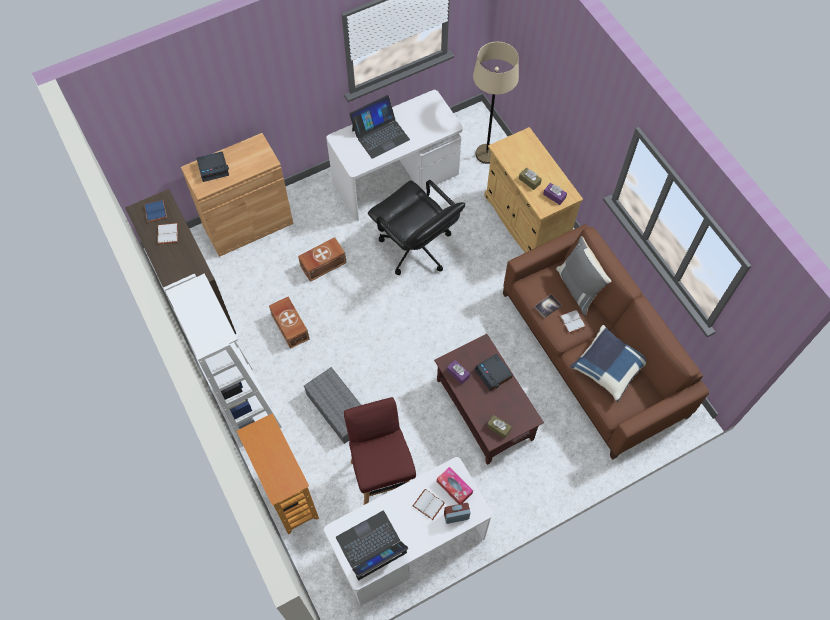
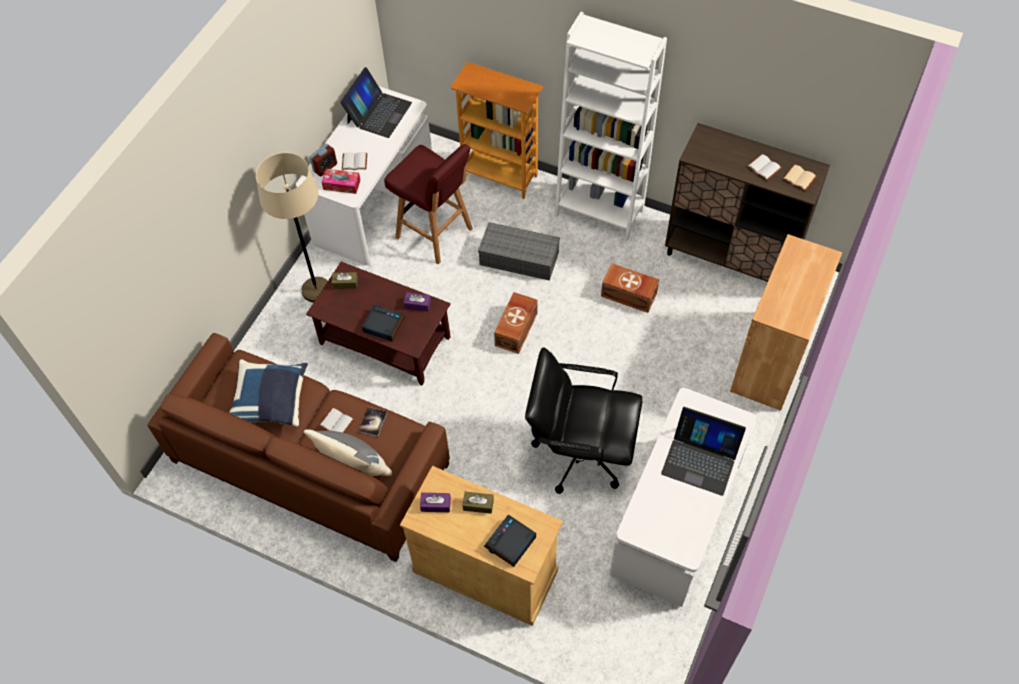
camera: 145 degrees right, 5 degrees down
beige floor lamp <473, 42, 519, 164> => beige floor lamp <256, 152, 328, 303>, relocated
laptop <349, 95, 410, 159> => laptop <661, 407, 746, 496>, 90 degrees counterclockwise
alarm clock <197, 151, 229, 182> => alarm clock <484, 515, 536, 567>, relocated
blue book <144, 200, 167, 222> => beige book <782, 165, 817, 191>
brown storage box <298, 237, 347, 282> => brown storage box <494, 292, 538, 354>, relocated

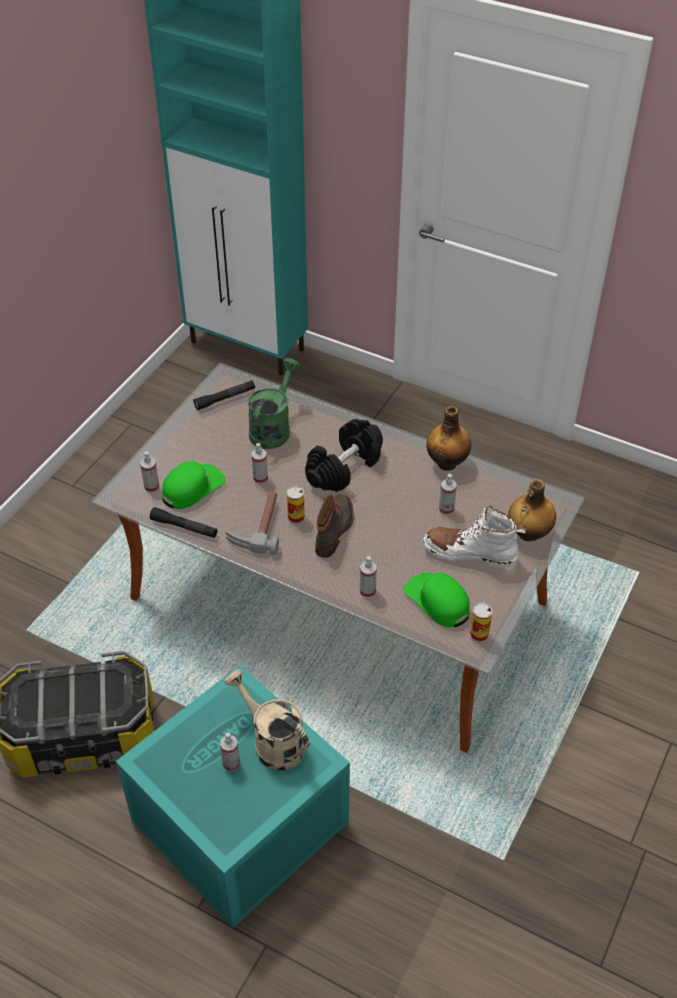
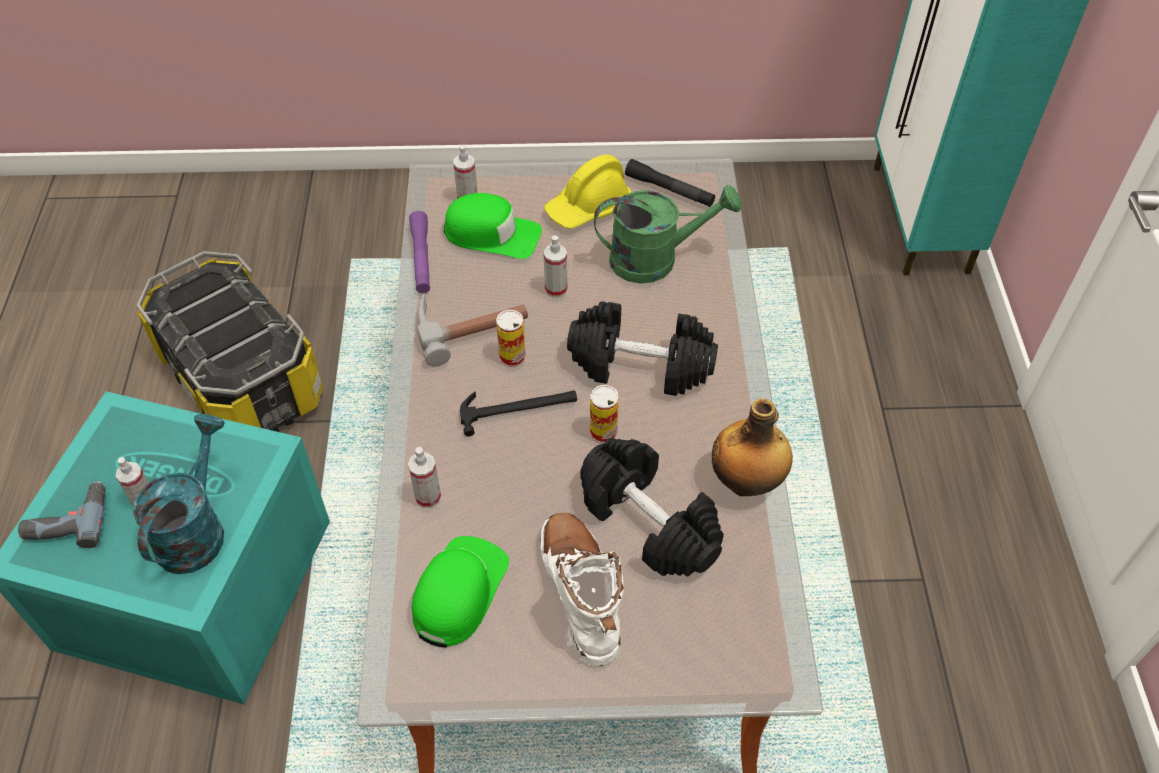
camera: 60 degrees right, 5 degrees up
spray bottle <439, 474, 457, 515> => black dumbbell <580, 438, 724, 577>
bottle <508, 479, 556, 541> => nothing
boot <315, 494, 354, 558> => hammer <460, 391, 577, 436>
black flashlight <150, 507, 217, 538> => purple flashlight <409, 211, 430, 293>
can <470, 603, 492, 642> => can <590, 385, 619, 443>, relocated
beige watering can <224, 669, 310, 770> => turquoise watering can <133, 414, 225, 574>
nothing => yellow hard hat <544, 154, 631, 229>
nothing => power drill <18, 481, 106, 548>

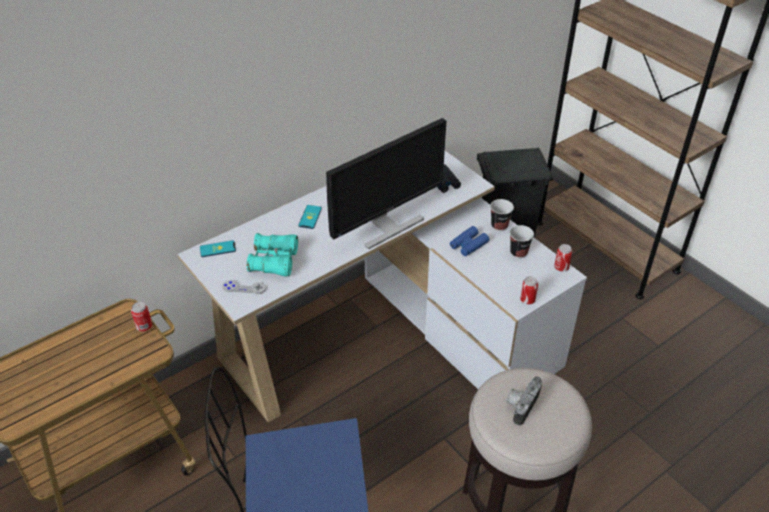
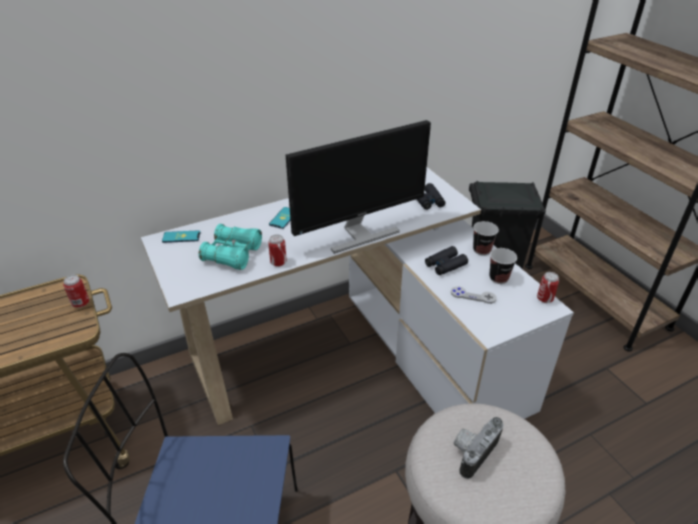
camera: 10 degrees right, 5 degrees down
blue binoculars <450, 226, 489, 256> => black binoculars <425, 246, 468, 275>
can <520, 276, 538, 304> => can <268, 234, 287, 267>, relocated
grey game controller <222, 280, 266, 294> => grey game controller <451, 286, 497, 304>, relocated

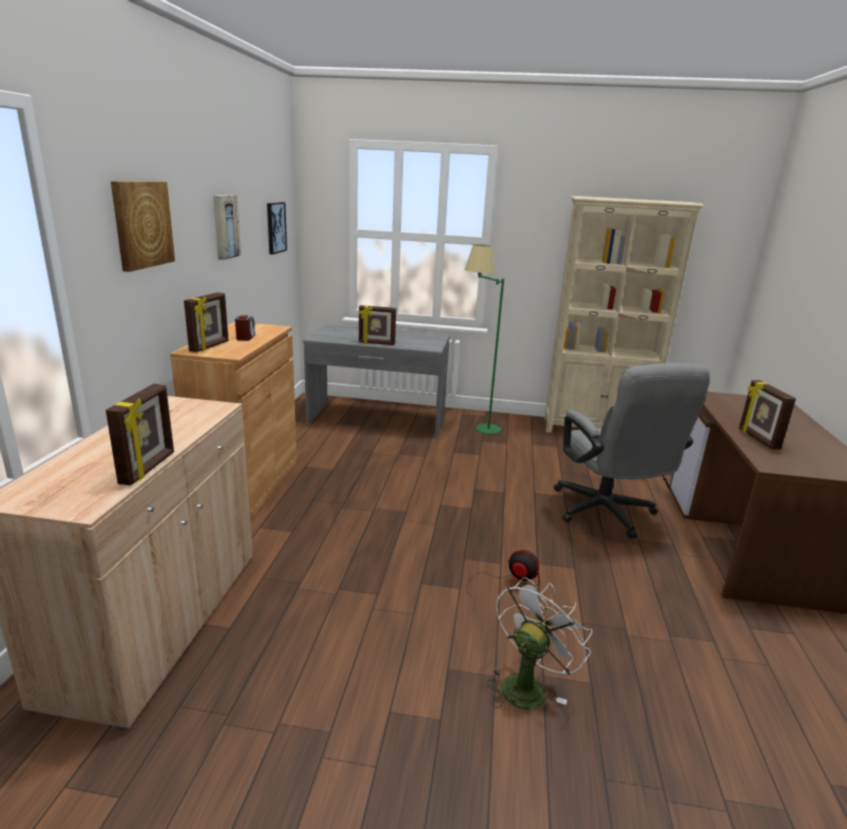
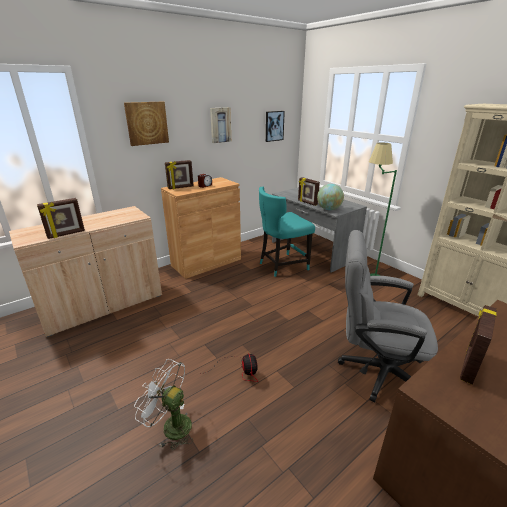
camera: 45 degrees right, 5 degrees up
grey office chair <554, 363, 710, 539> => grey office chair <338, 230, 438, 402>, 75 degrees clockwise
white fan <486, 577, 592, 710> => white fan <134, 359, 193, 450>, 150 degrees counterclockwise
nothing => globe <317, 184, 344, 210>
nothing => turquoise chair <259, 187, 315, 277>

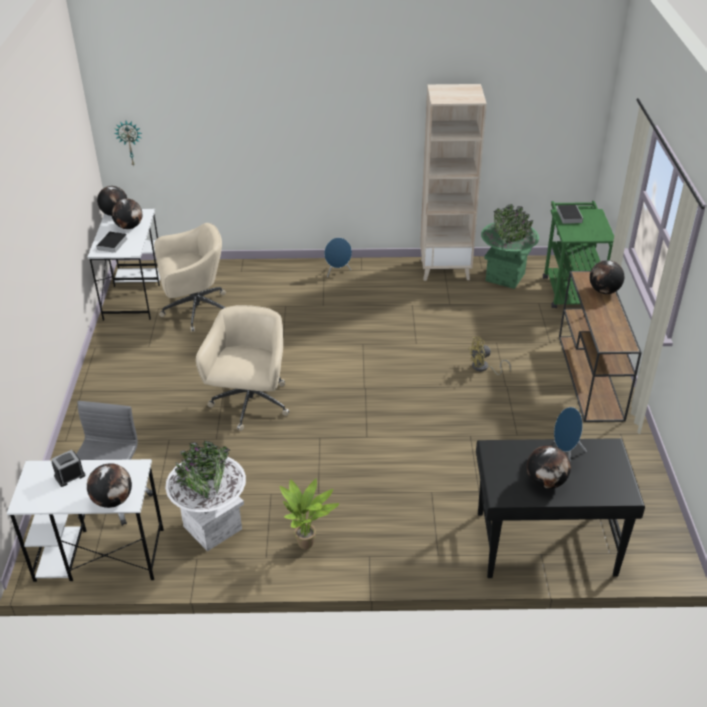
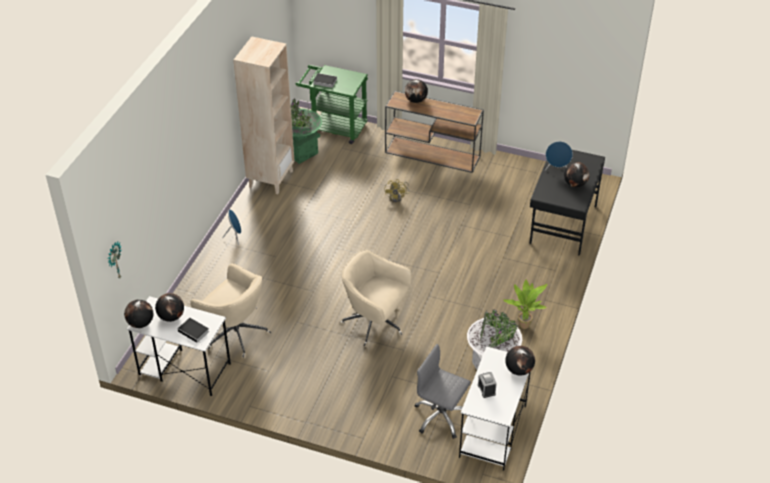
camera: 70 degrees left, 5 degrees up
beige office chair <154, 223, 226, 332> => beige office chair <190, 263, 271, 358>, 120 degrees clockwise

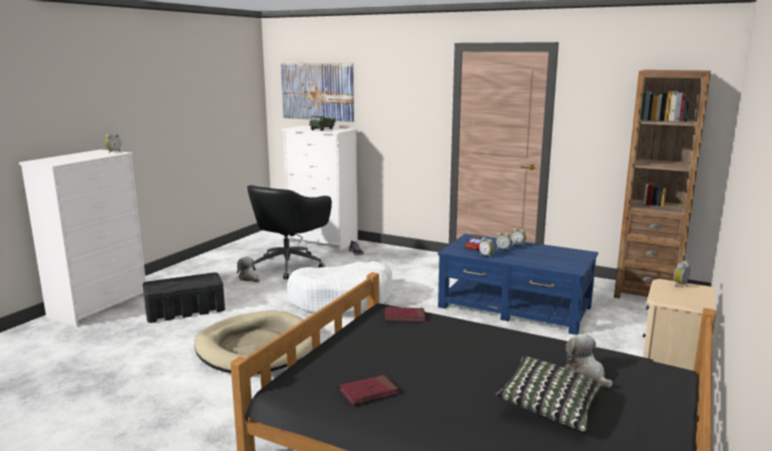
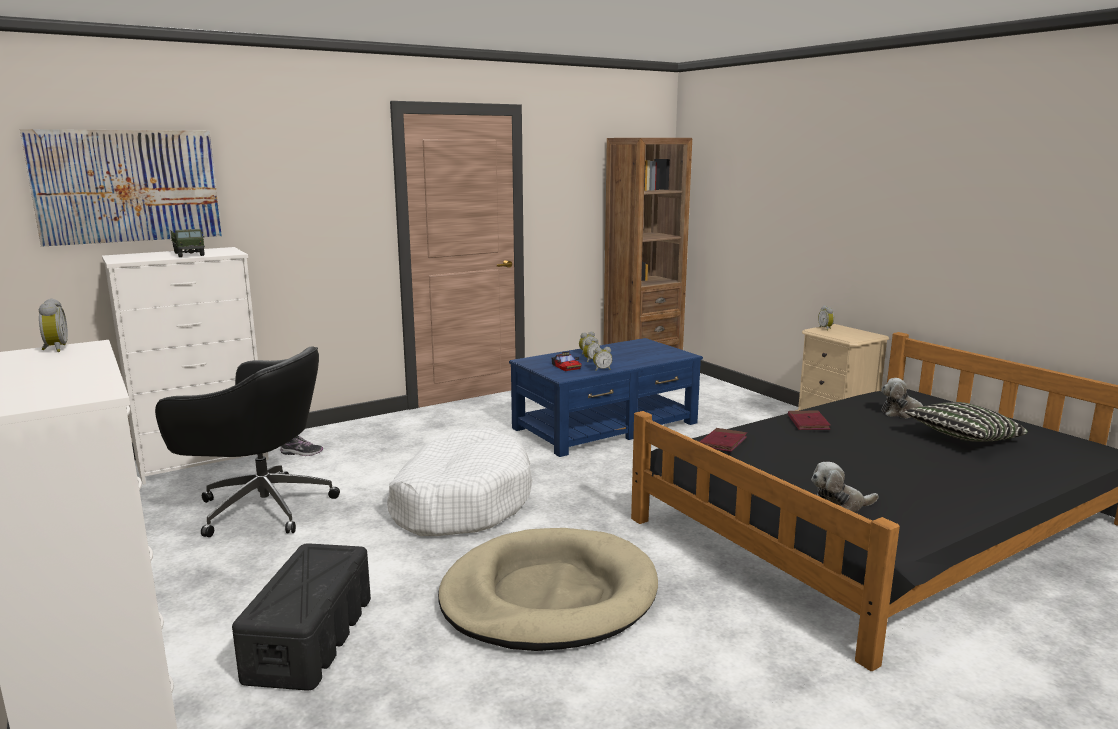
camera: 60 degrees left, 0 degrees up
black office chair <247, 185, 332, 280> => black office chair <155, 346, 340, 537>, 45 degrees counterclockwise
plush toy <237, 257, 260, 283> => plush toy <811, 462, 878, 513>, relocated
red book <339, 375, 399, 405> => red book <788, 411, 831, 430>, relocated

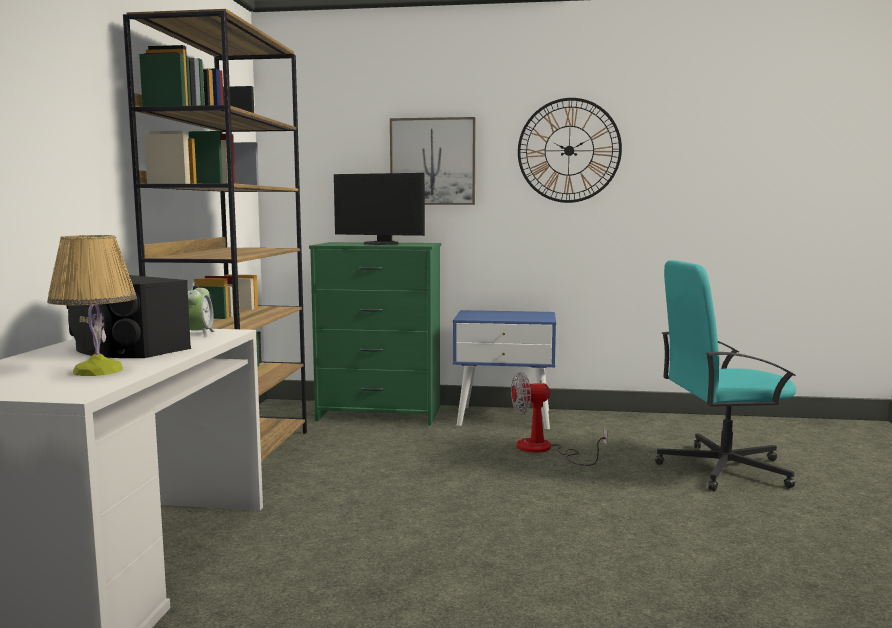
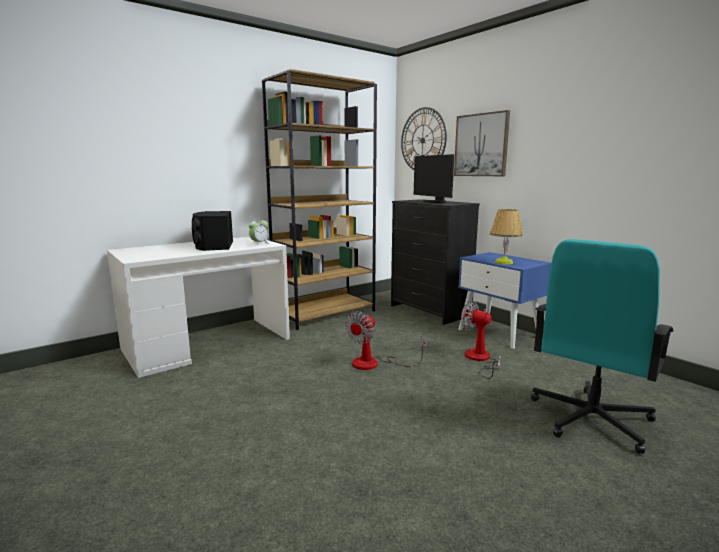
camera: 45 degrees right, 5 degrees up
wall clock <518, 98, 622, 203> => wall clock <401, 107, 447, 170>, relocated
table lamp <47, 235, 137, 376> => table lamp <490, 209, 523, 265>, relocated
green dresser <309, 242, 441, 425> => black dresser <391, 199, 480, 325>
turquoise office chair <655, 260, 796, 491> => turquoise office chair <531, 239, 673, 454>, 90 degrees counterclockwise
nothing => fan <345, 311, 428, 370>

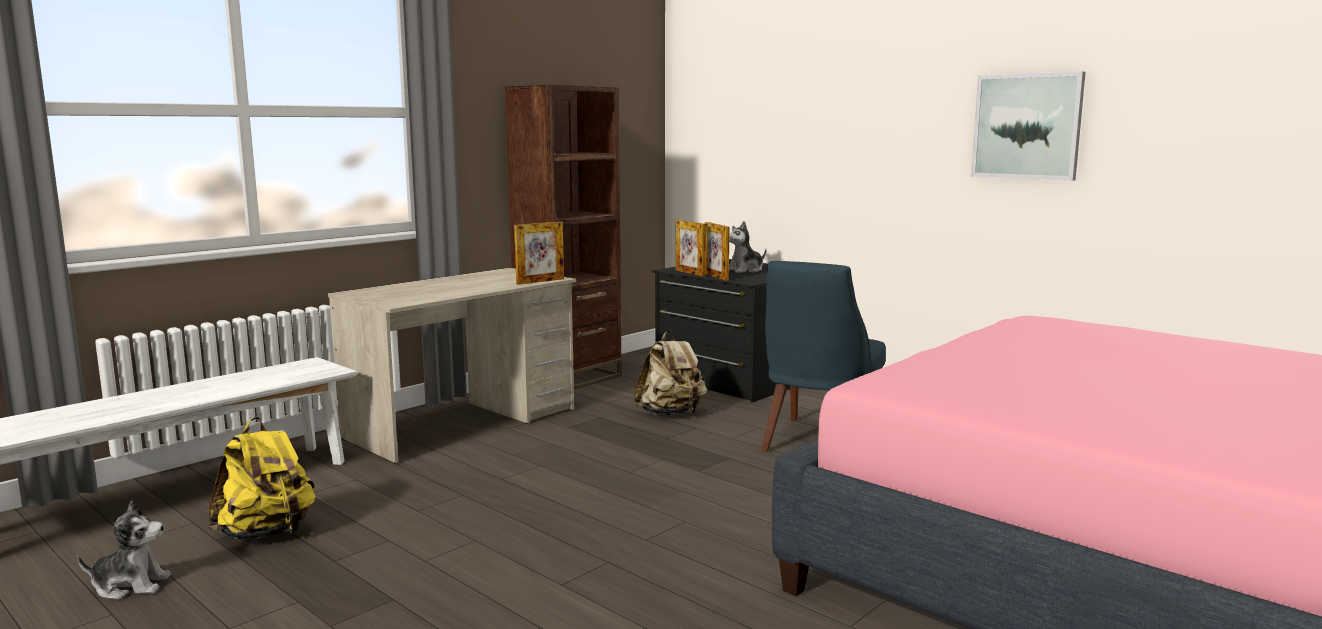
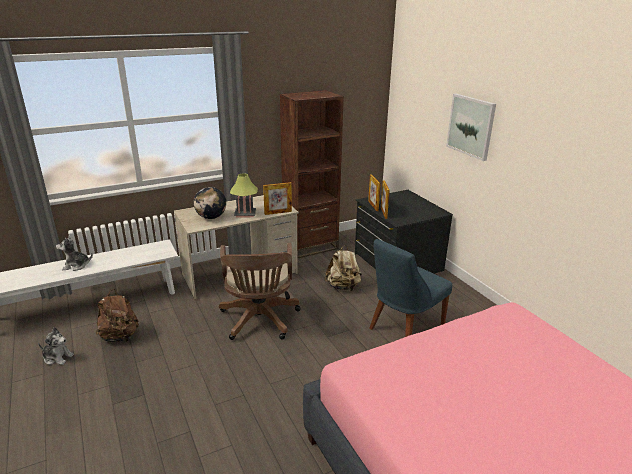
camera: 20 degrees right, 15 degrees up
picture <971, 71, 1086, 181> => picture <446, 94, 496, 161>, relocated
plush toy <729, 221, 766, 273> => plush toy <56, 236, 93, 271>, relocated
yellow backpack <208, 417, 316, 540> => brown backpack <95, 289, 139, 342>
nothing => table lamp <230, 173, 258, 218>
nothing => globe <194, 187, 226, 219>
nothing => brown office chair <219, 243, 301, 340>

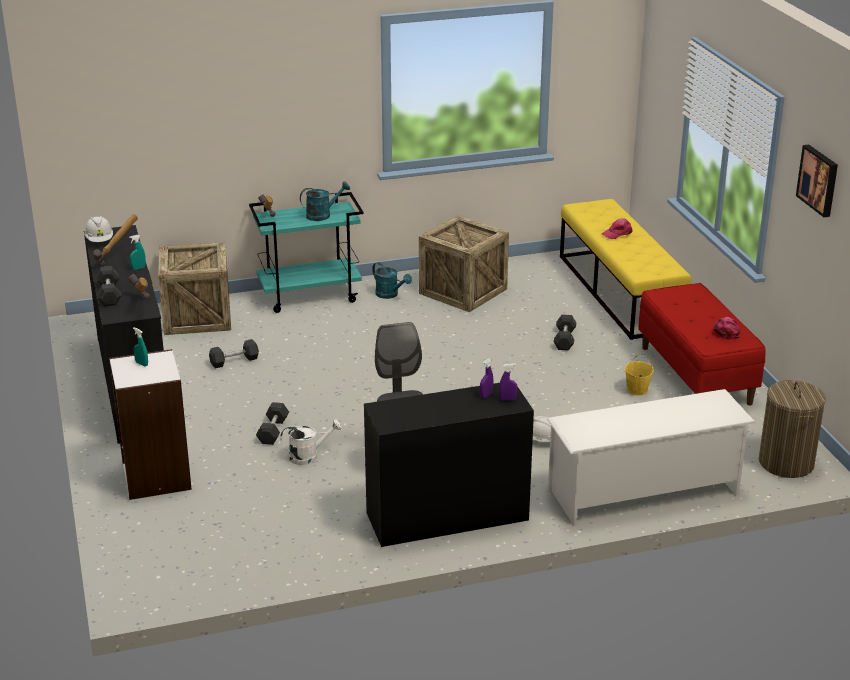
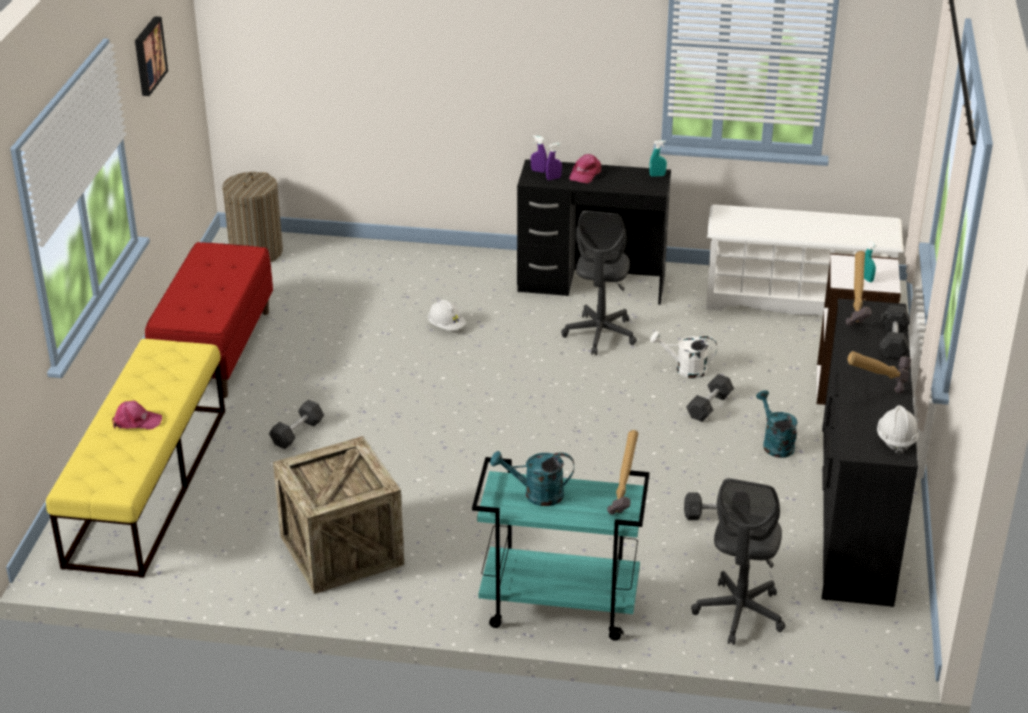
camera: 155 degrees left, 5 degrees up
turquoise spray bottle <129, 235, 146, 269> => turquoise spray bottle <649, 140, 667, 177>, relocated
crate <158, 242, 231, 335> => grey office chair <691, 478, 785, 645>
turquoise watering can <372, 262, 412, 299> => turquoise watering can <756, 390, 798, 458>, relocated
pink cap <713, 317, 740, 340> => pink cap <569, 154, 601, 184>, relocated
yellow bucket <625, 353, 654, 396> => nothing
white shoe rack <547, 389, 756, 525> => white shoe rack <706, 204, 904, 315>, relocated

